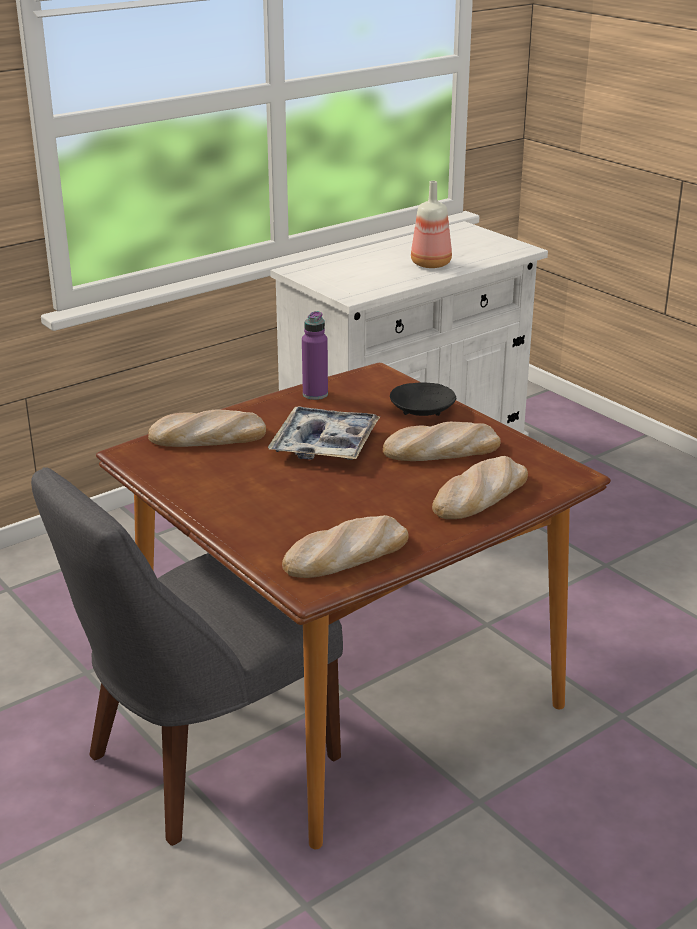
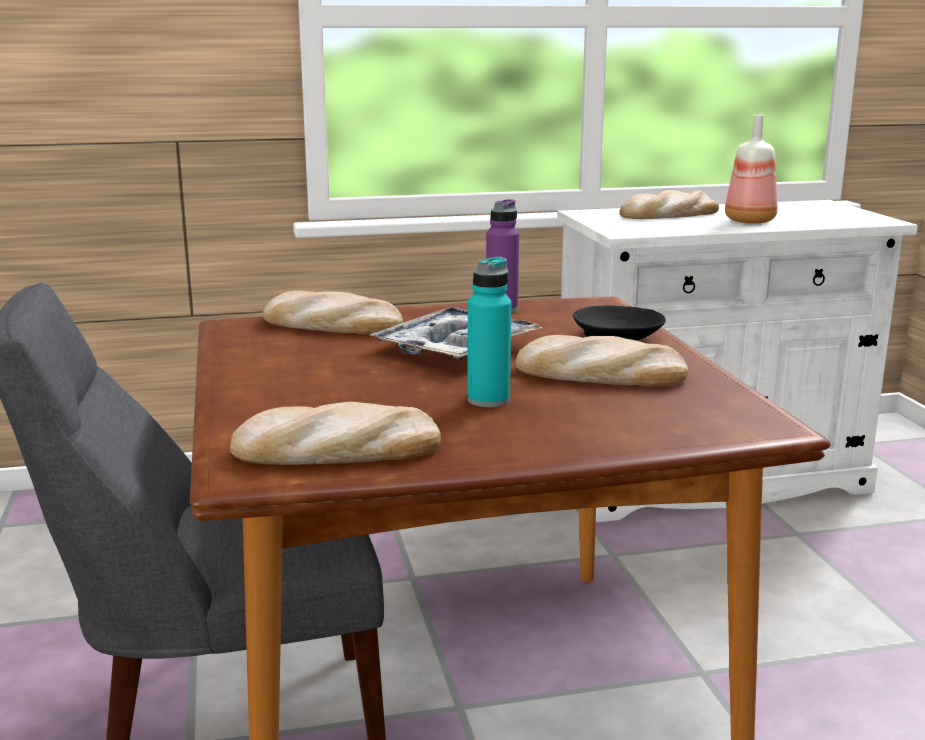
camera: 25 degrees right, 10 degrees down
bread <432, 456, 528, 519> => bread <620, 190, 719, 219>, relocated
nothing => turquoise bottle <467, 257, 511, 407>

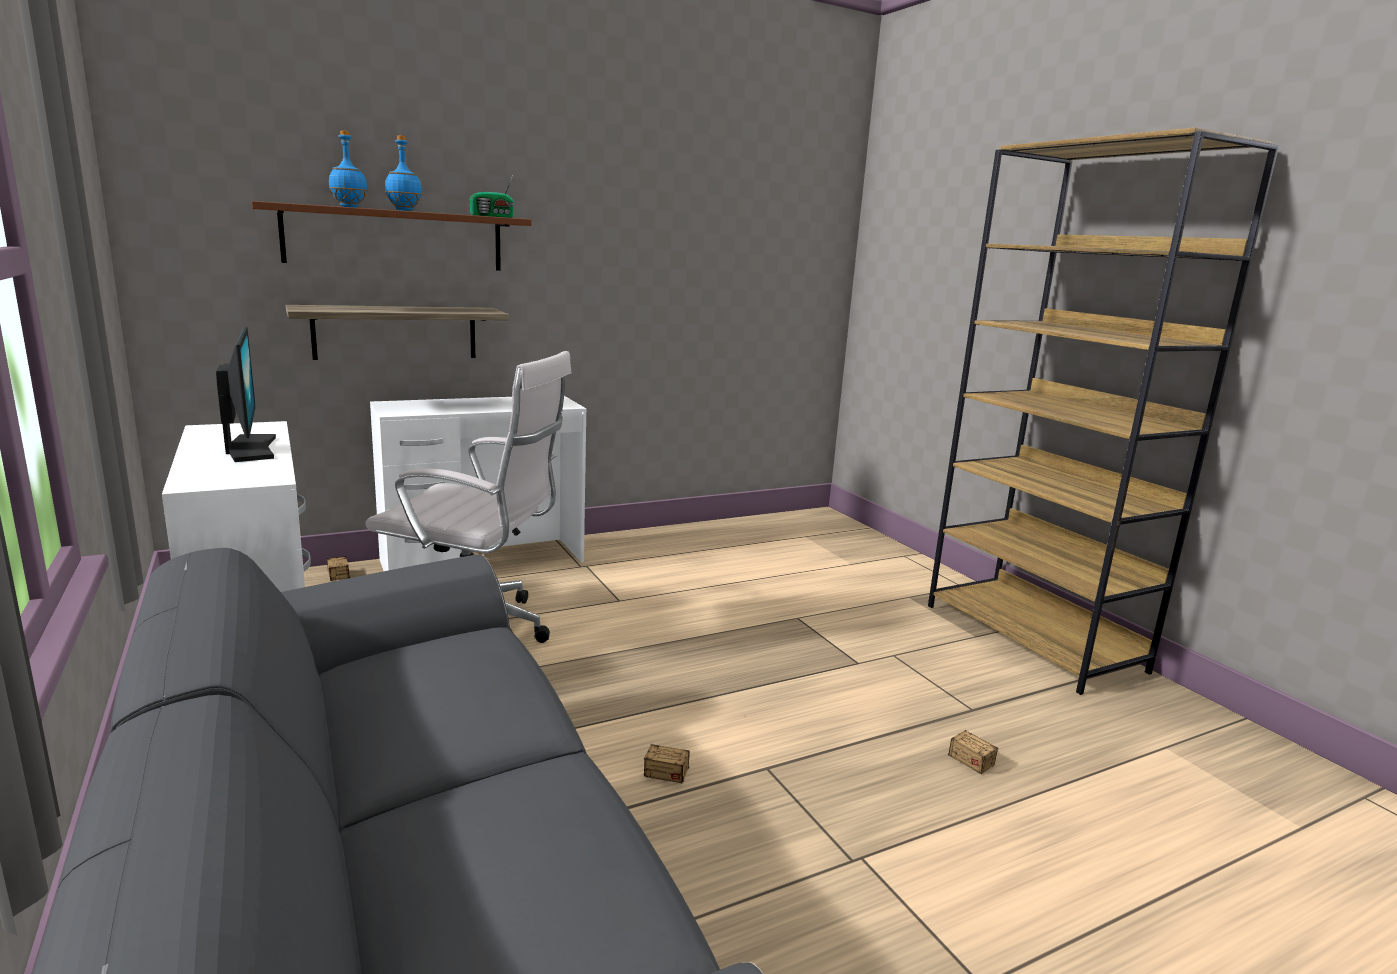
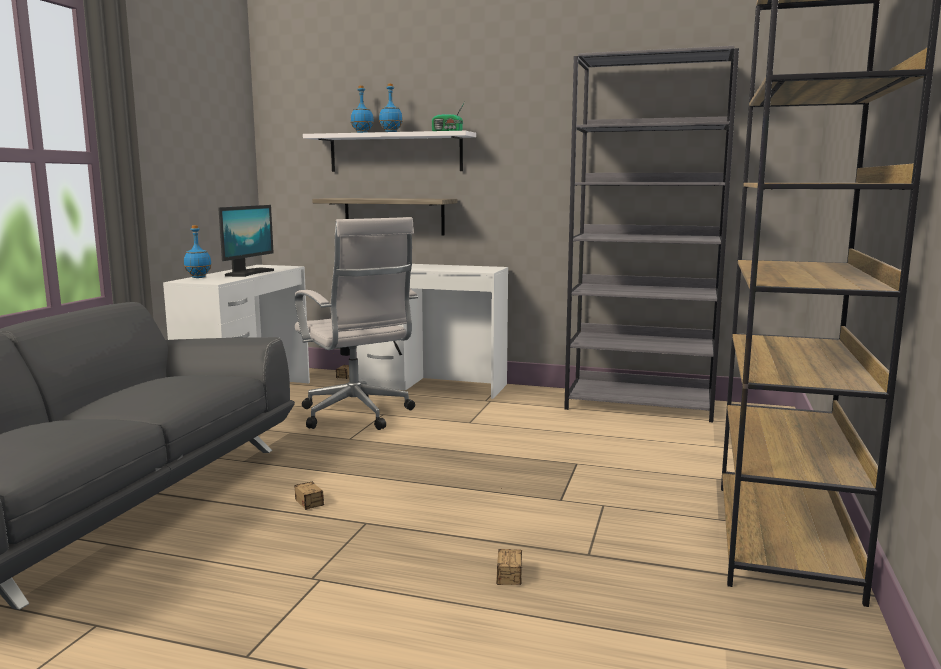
camera: 45 degrees right, 5 degrees down
brown shelf <252, 201, 532, 271> => white shelf <303, 131, 476, 172>
nothing => grey bookcase <564, 46, 739, 422>
nothing => blue bottle <184, 225, 212, 278>

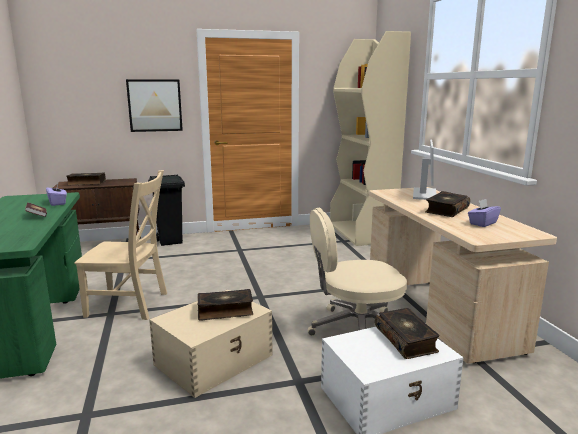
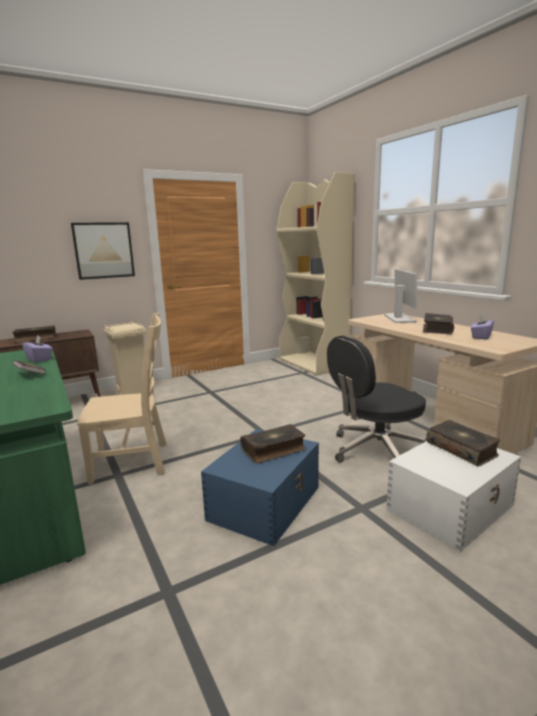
camera: 15 degrees left, 0 degrees up
black trash can <148, 174, 185, 246> => beige trash can <104, 322, 147, 395>
beige office chair <308, 208, 407, 336> => black office chair <327, 336, 427, 463>
beige storage box <149, 289, 273, 398> => blue storage box <201, 429, 319, 546>

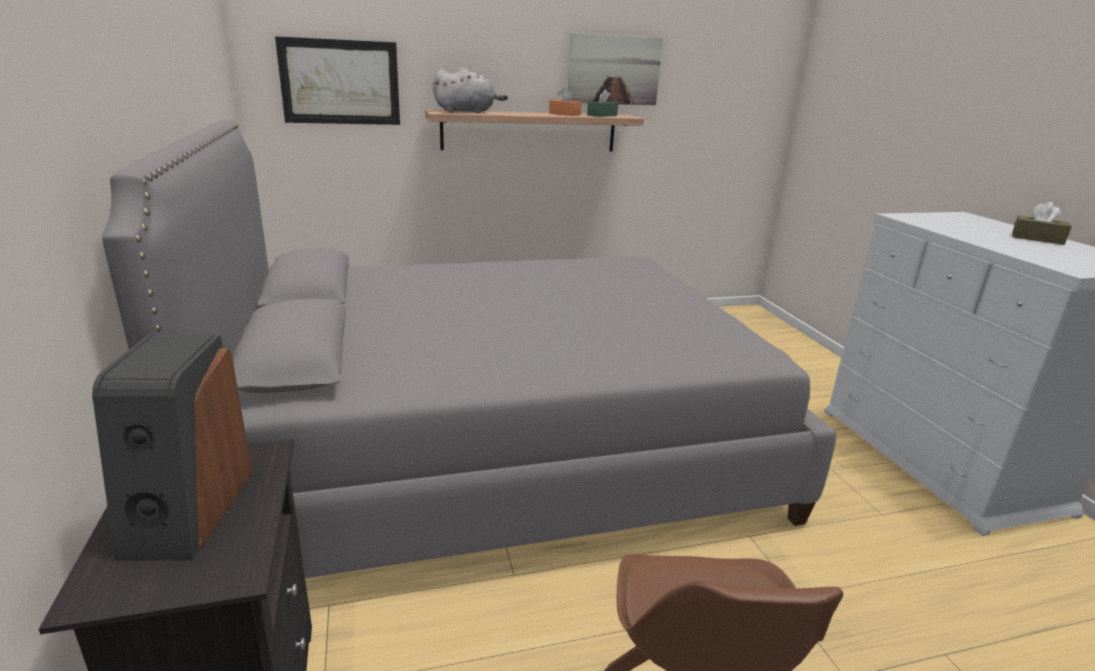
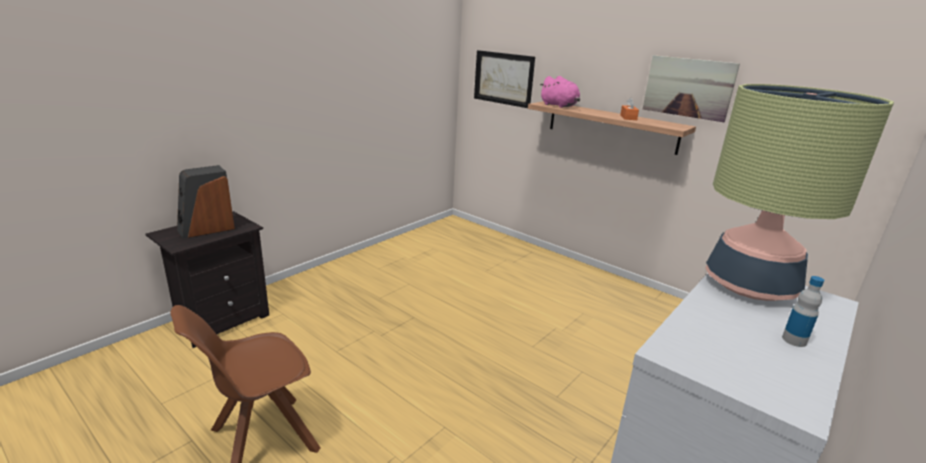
camera: 55 degrees right, 0 degrees up
grey plush toy <433, 67, 508, 113> => pink plush toy <540, 76, 580, 108>
green tissue box <587, 89, 618, 117> => nothing
grey bed <102, 119, 836, 578> => nothing
brown tissue box <1012, 202, 1072, 245> => bottle <782, 276, 824, 347>
nothing => table lamp <705, 84, 894, 301>

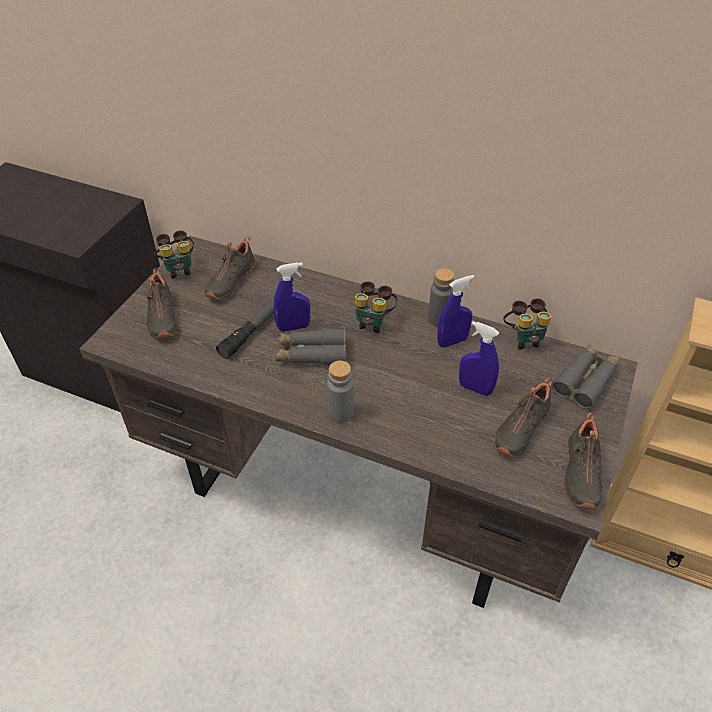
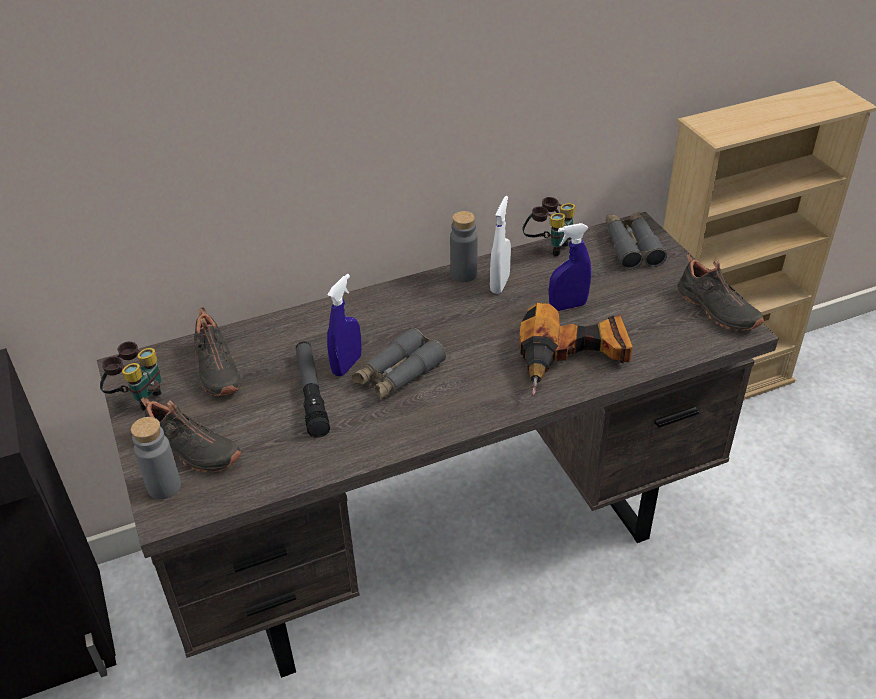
camera: 45 degrees left, 5 degrees down
blue spray bottle <437, 275, 475, 348> => white spray bottle <490, 196, 511, 294>
binoculars <355, 281, 397, 333> => nothing
grey bottle <327, 360, 354, 423> => grey bottle <131, 417, 181, 499>, relocated
black shoe <495, 378, 552, 457> => nothing
nothing => power drill <519, 303, 633, 396>

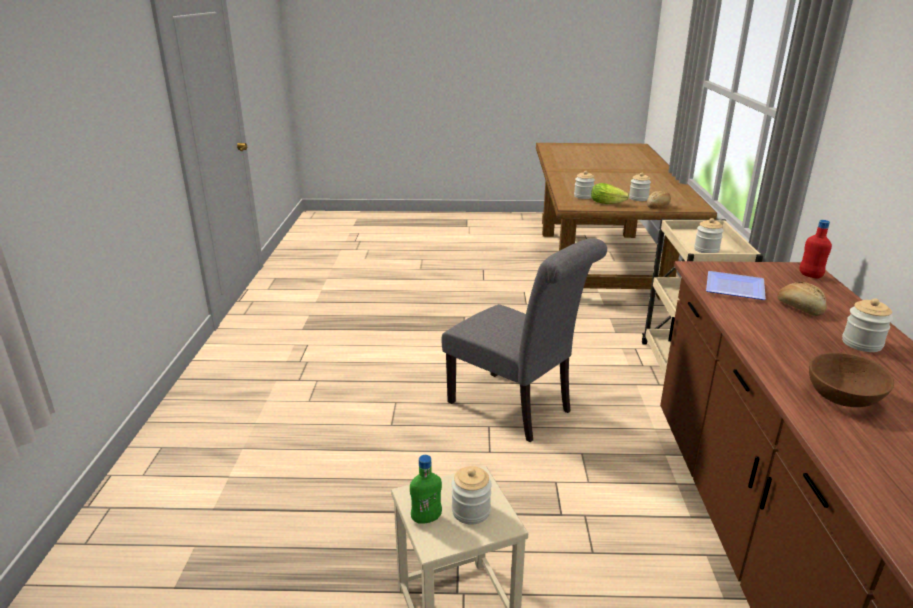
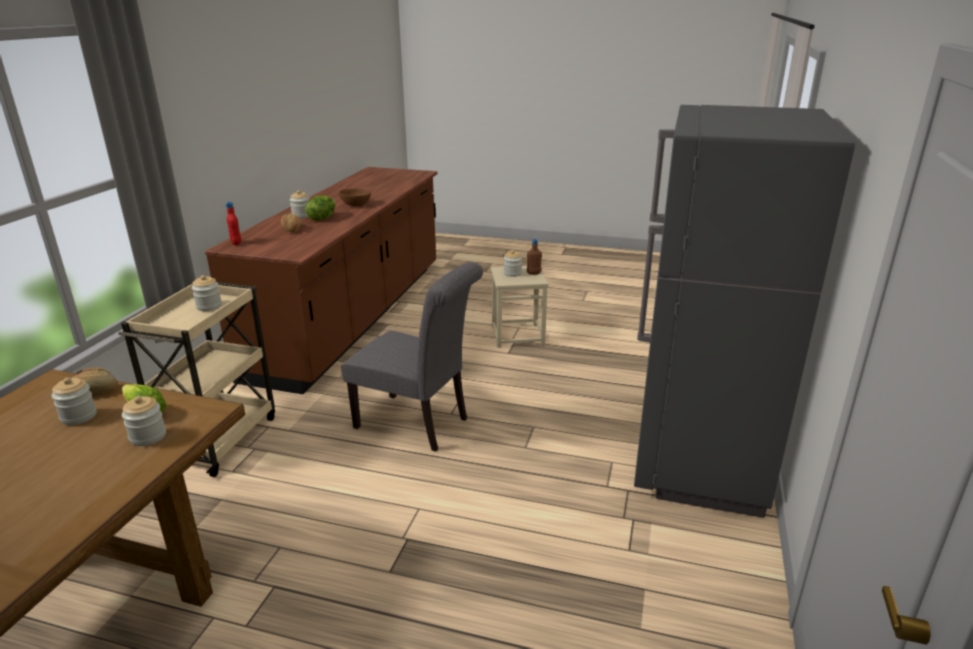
camera: 165 degrees left, 0 degrees up
grey chair <442, 238, 607, 442> => grey chair <341, 262, 483, 452>, 150 degrees clockwise
plate <706, 271, 766, 300> => nothing
green bottle <410, 455, 442, 524> => brown bottle <527, 239, 542, 275>
nothing => grey fridge <634, 105, 855, 518>
nothing => lettuce <305, 195, 336, 220>

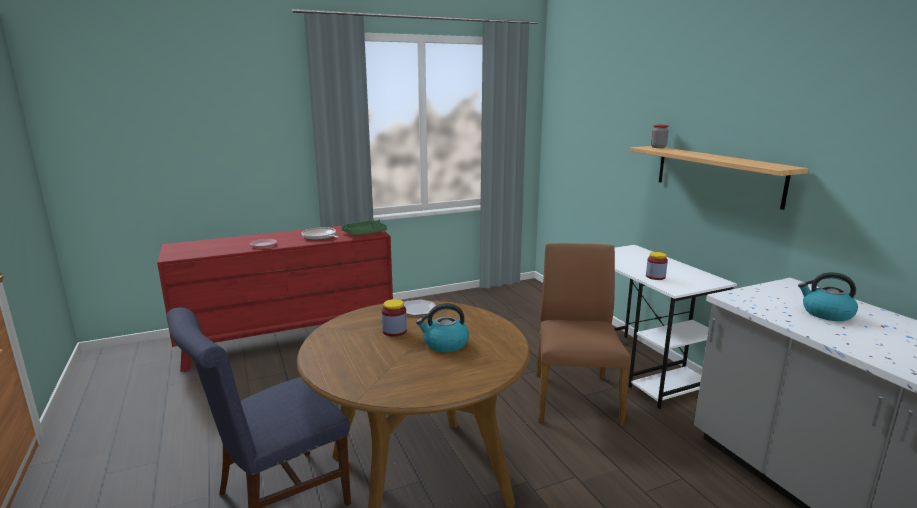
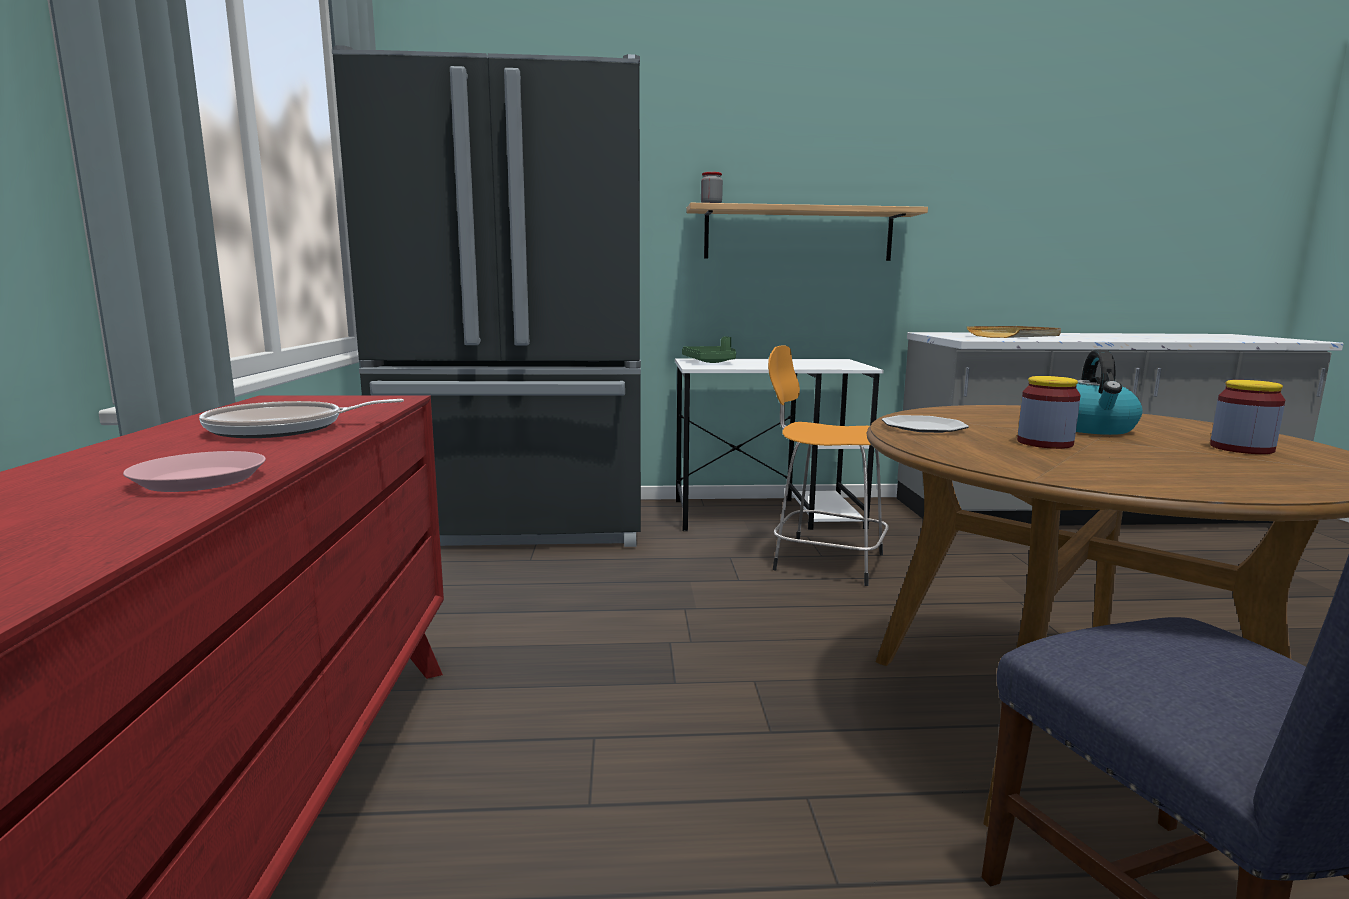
camera: 70 degrees left, 5 degrees down
green tray <341, 220, 387, 235> => green tray <682, 336, 736, 363>, relocated
brown chair <537, 243, 630, 426> => orange stool <768, 346, 889, 586>
jar <646, 252, 668, 280> => jar <1210, 380, 1285, 454>, relocated
kettle <798, 272, 858, 321> => beige tray <967, 326, 1061, 338>
nothing => black fridge <332, 45, 641, 547>

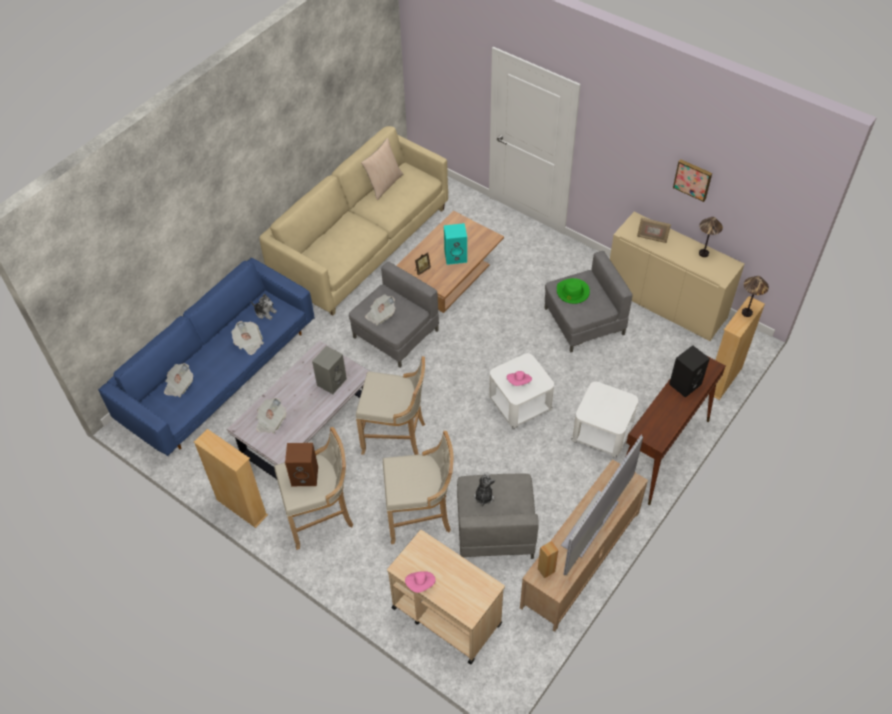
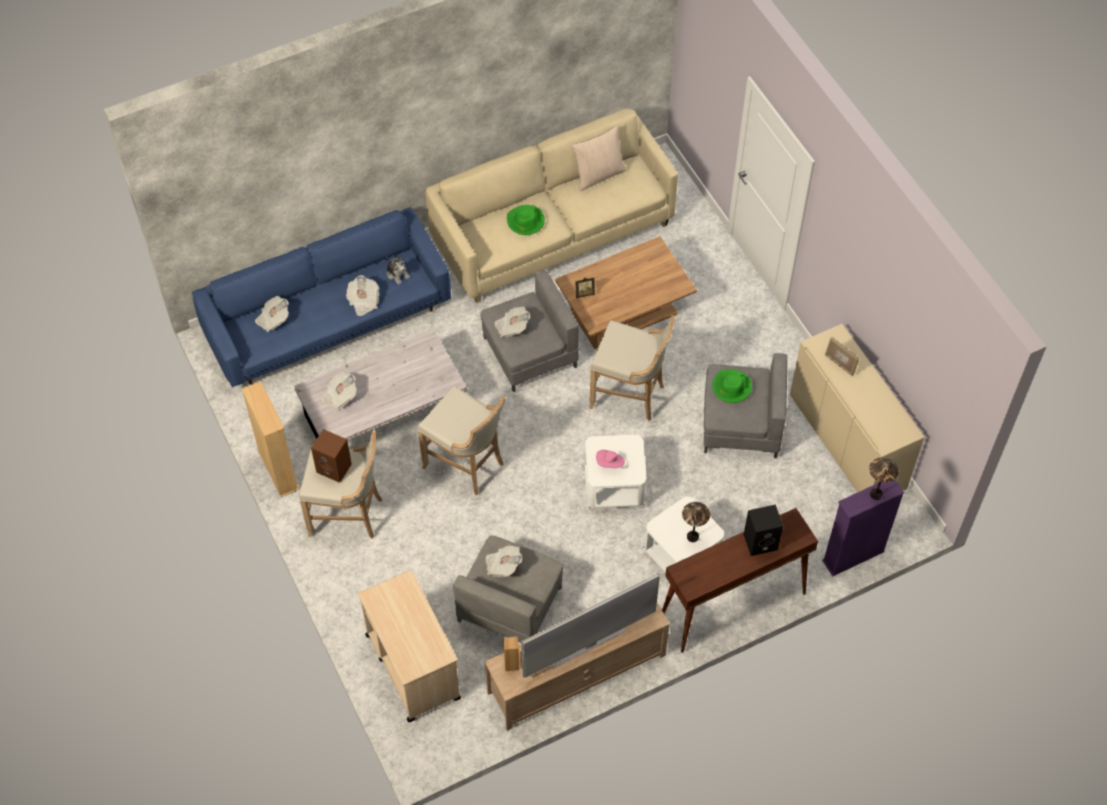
camera: 25 degrees right, 5 degrees up
picture <673, 159, 712, 202> => nothing
table lamp <699, 217, 723, 257> => table lamp <682, 502, 710, 542>, relocated
turquoise speaker <444, 223, 467, 265> => nothing
beige bookcase <714, 296, 765, 400> => purple bookcase <822, 479, 904, 576>
grey speaker <312, 346, 347, 394> => nothing
beige stool <383, 431, 454, 544> => beige stool <589, 315, 675, 421>, relocated
plush toy <474, 472, 495, 506> => newspaper <486, 545, 522, 577>
pink hat <405, 571, 436, 593> => nothing
nothing => green hat <507, 205, 545, 235>

